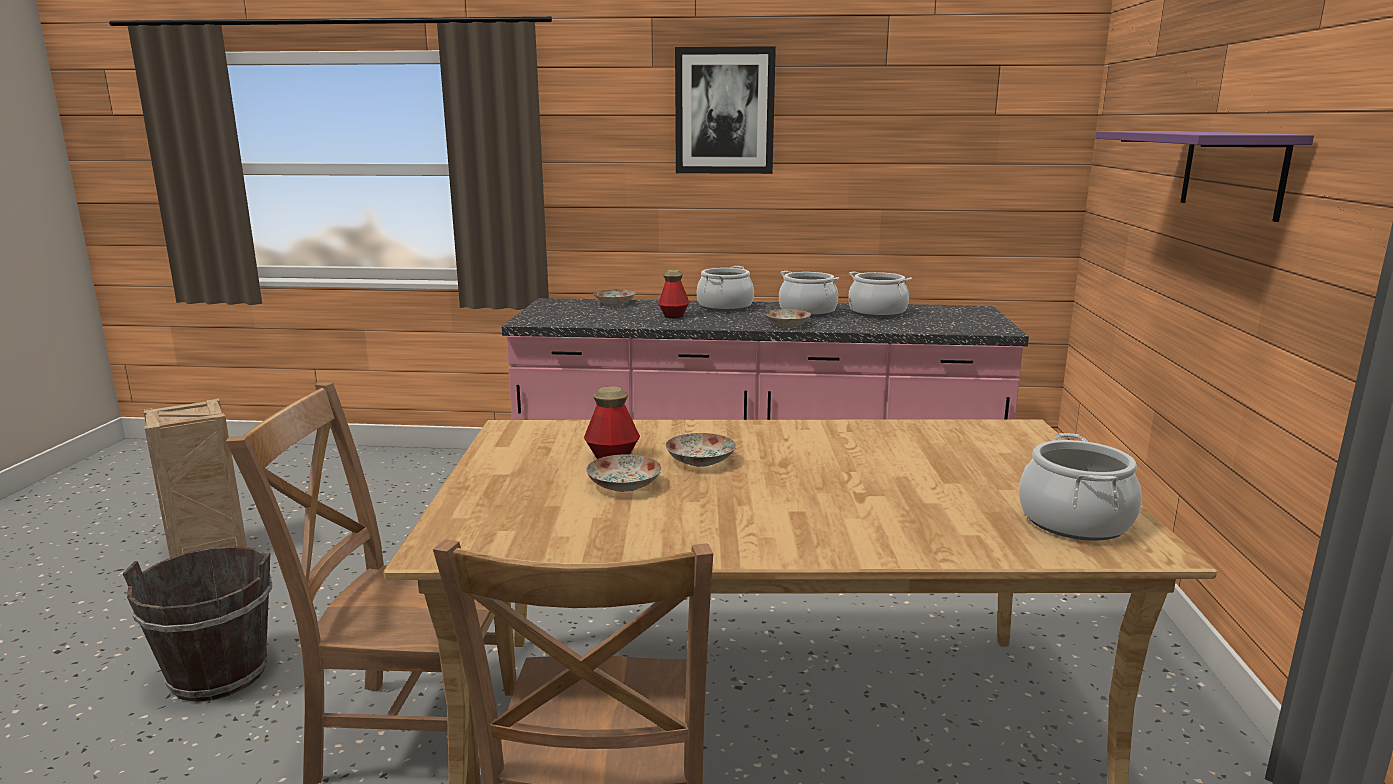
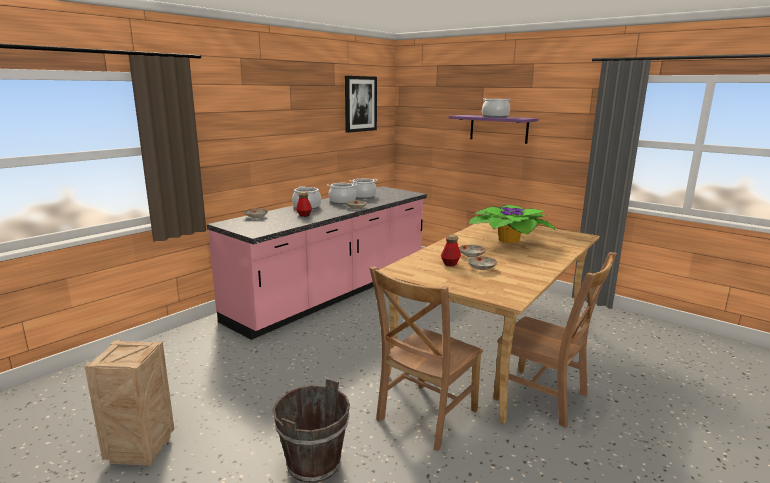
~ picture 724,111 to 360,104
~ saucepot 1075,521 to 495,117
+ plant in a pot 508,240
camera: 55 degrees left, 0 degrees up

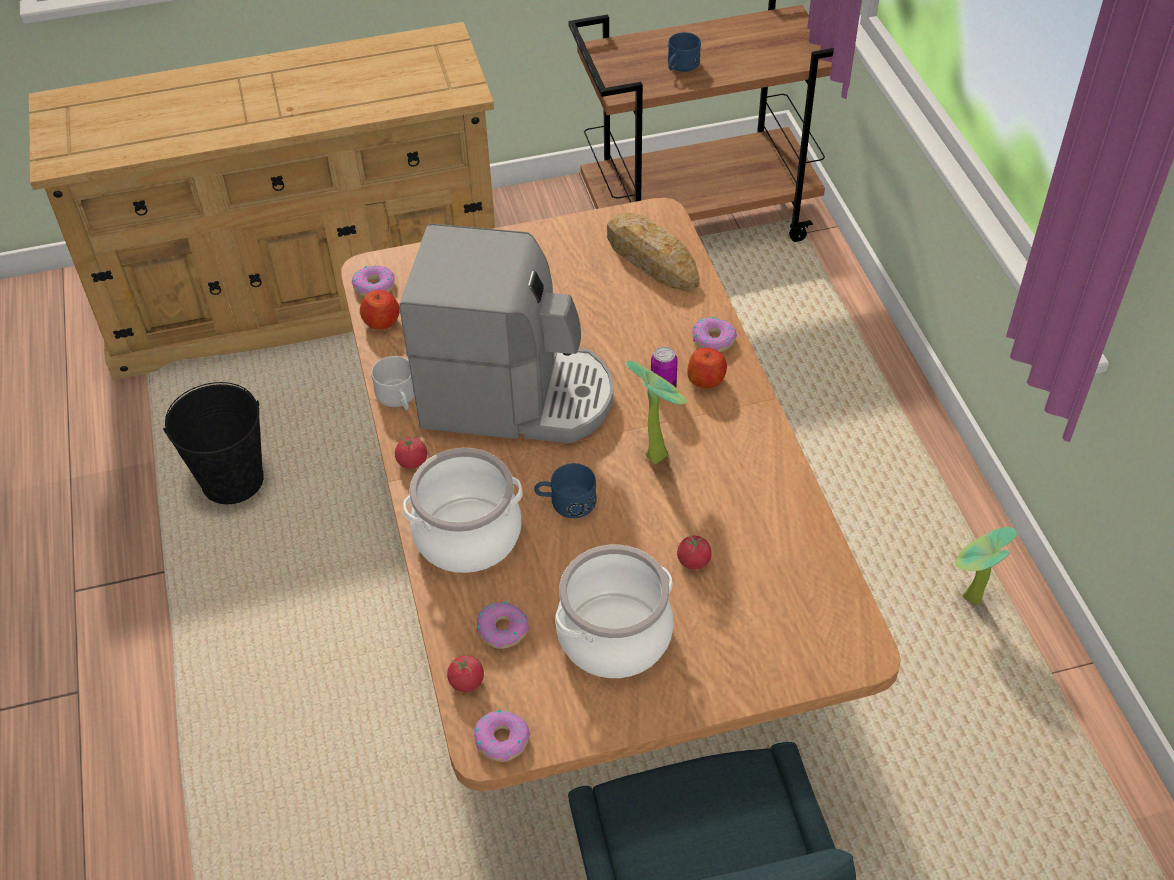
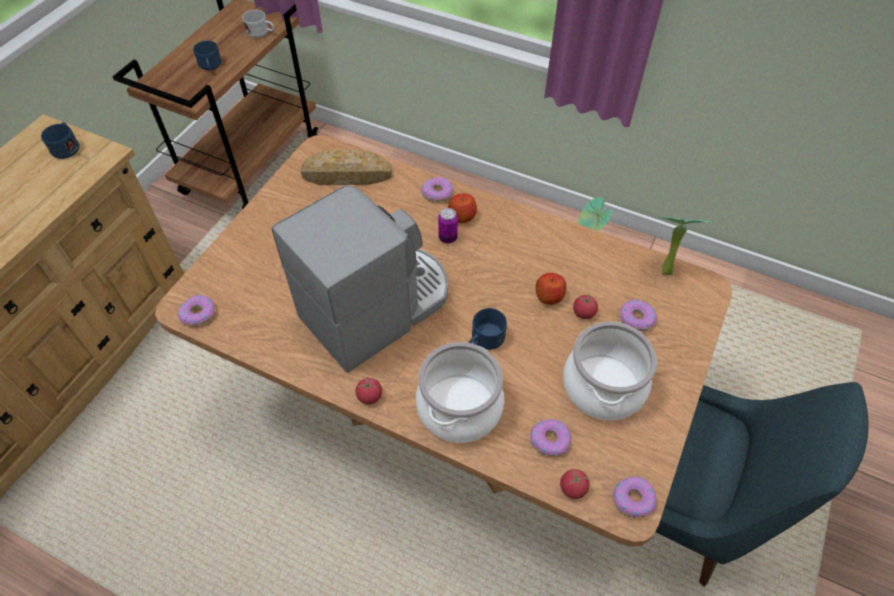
- pail (black-coloured) 233,481
~ apple 382,321 to 549,296
~ mug (white) 399,399 to 261,33
~ plant in a pot 657,452 to 663,268
+ mug (bluish) 67,146
+ doughnut 636,319
camera: 50 degrees left, 5 degrees up

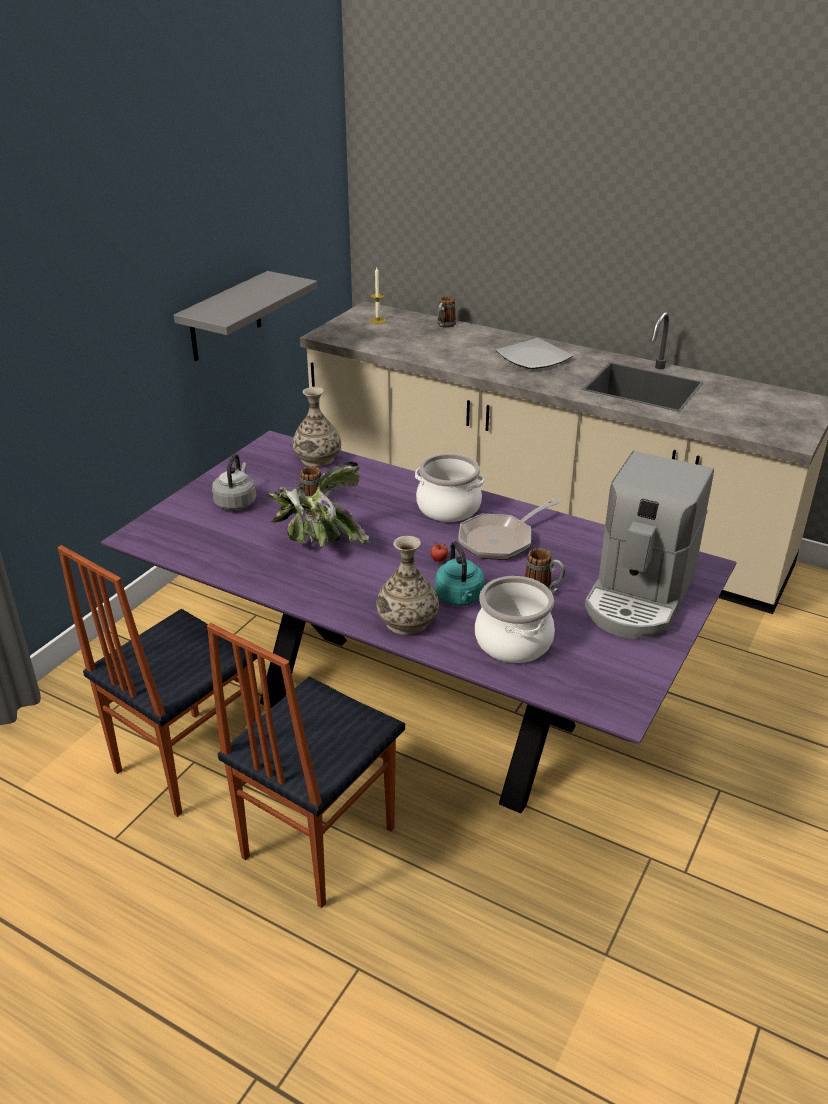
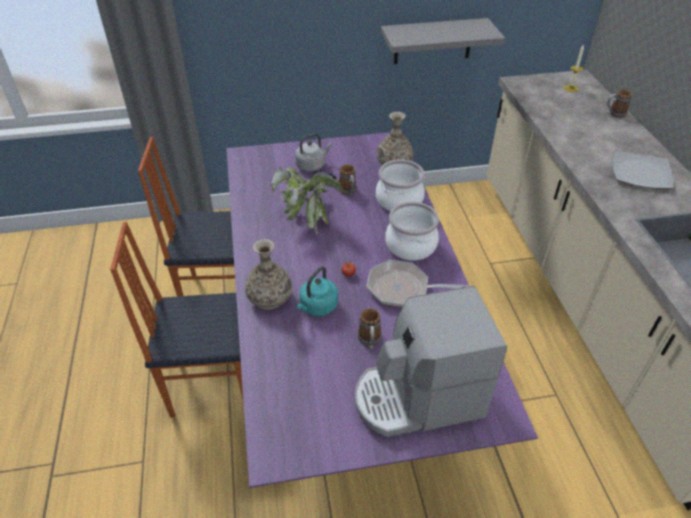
~ saucepot 514,642 to 399,200
camera: 50 degrees right, 10 degrees up

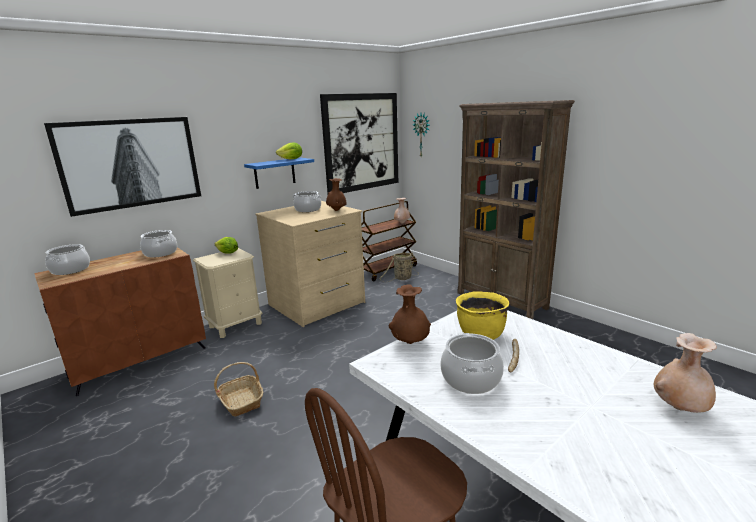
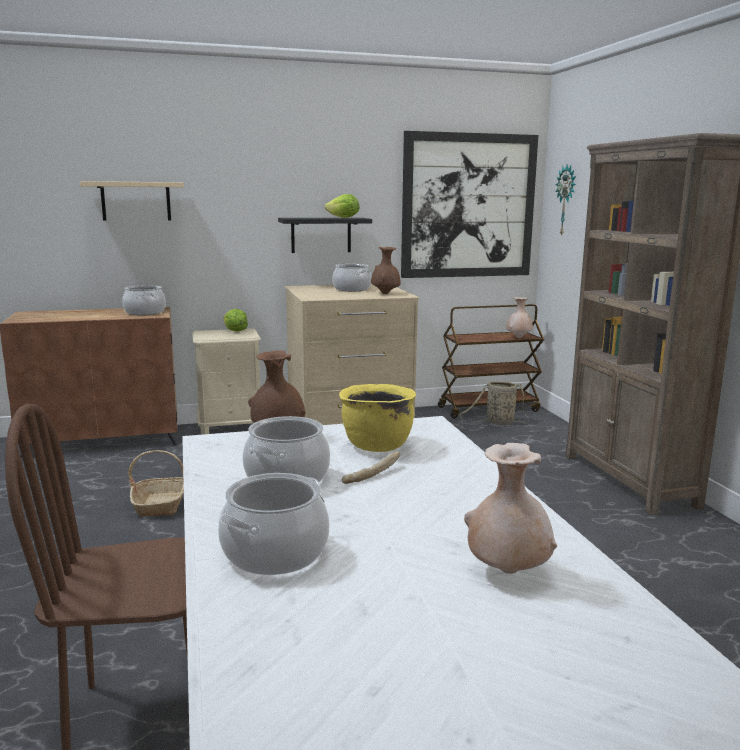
~ picture 131,163 to shelf (beige-coloured) 136,201
~ saucepot 70,270 to 275,553
~ shelf (bluish) 274,173 to shelf (black-coloured) 321,235
camera: 25 degrees right, 5 degrees down

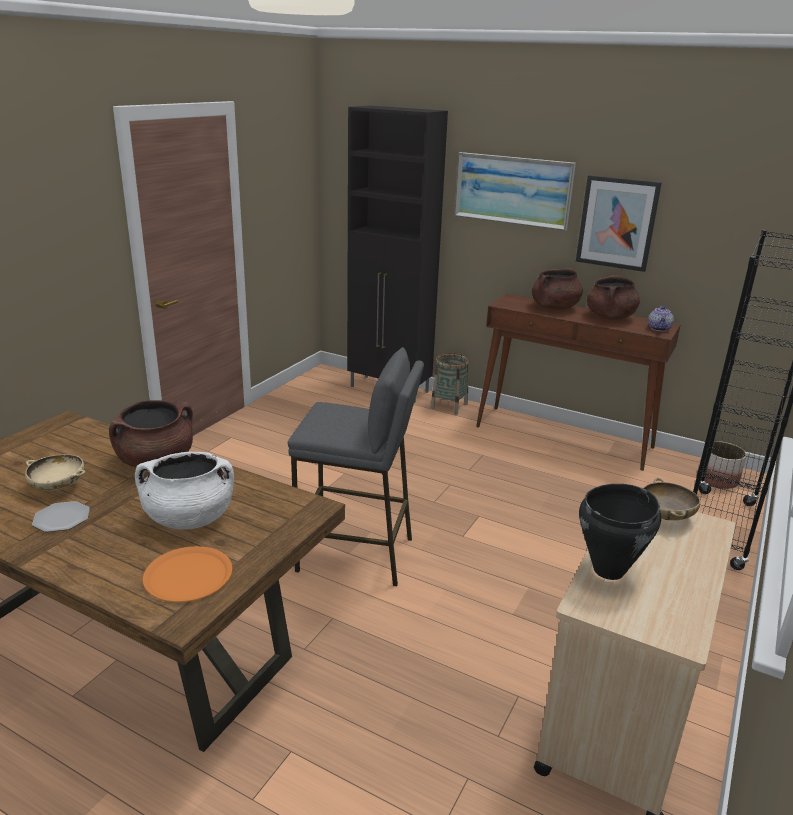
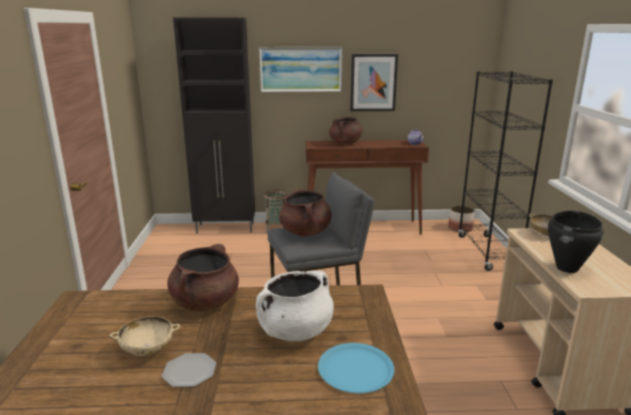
~ flat dish (orangey) 188,575 to flat dish (bluish) 355,369
~ saucepot (brownish) 610,317 to 305,232
camera: 30 degrees left, 5 degrees down

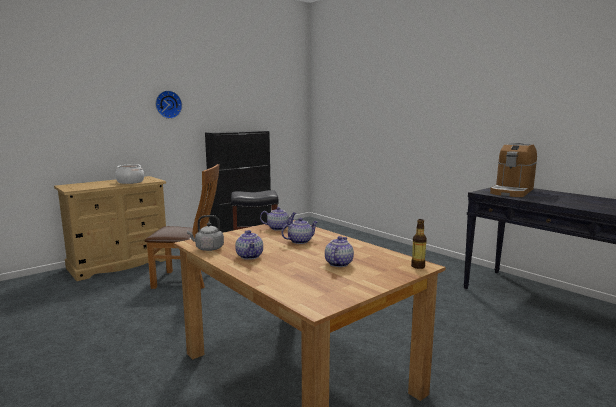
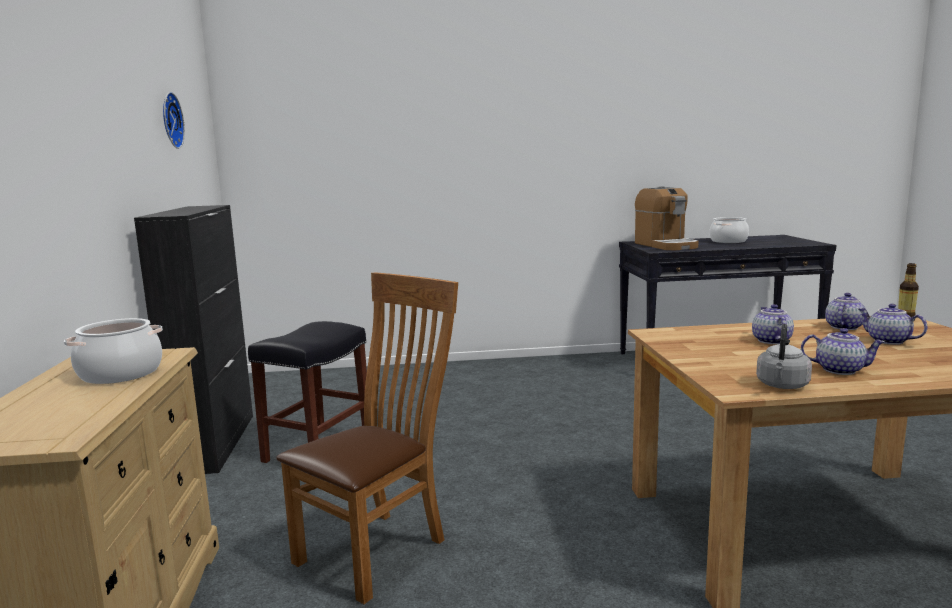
~ hanging clock 168,104 to 169,120
~ pot for tea 278,228 to 843,327
+ saucepot 728,241
camera: 55 degrees left, 0 degrees up

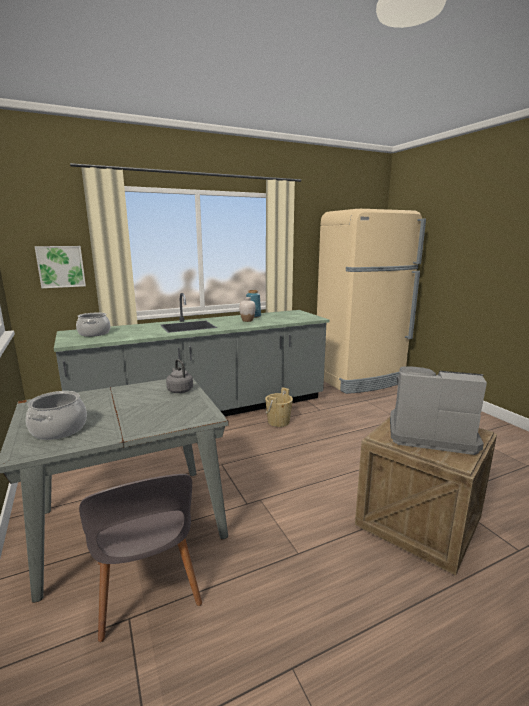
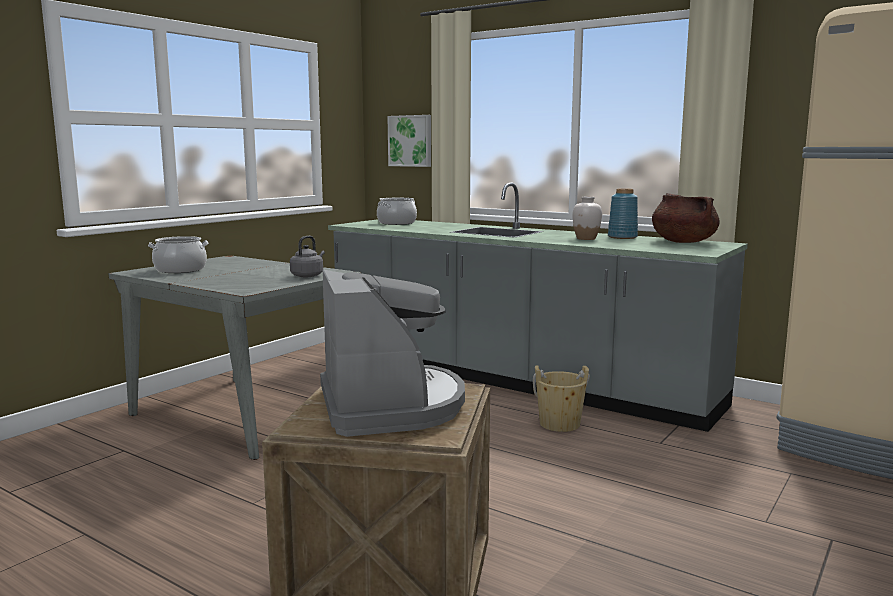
- upright chair (grey) 146,587
+ saucepot (brownish) 683,242
camera: 60 degrees right, 5 degrees down

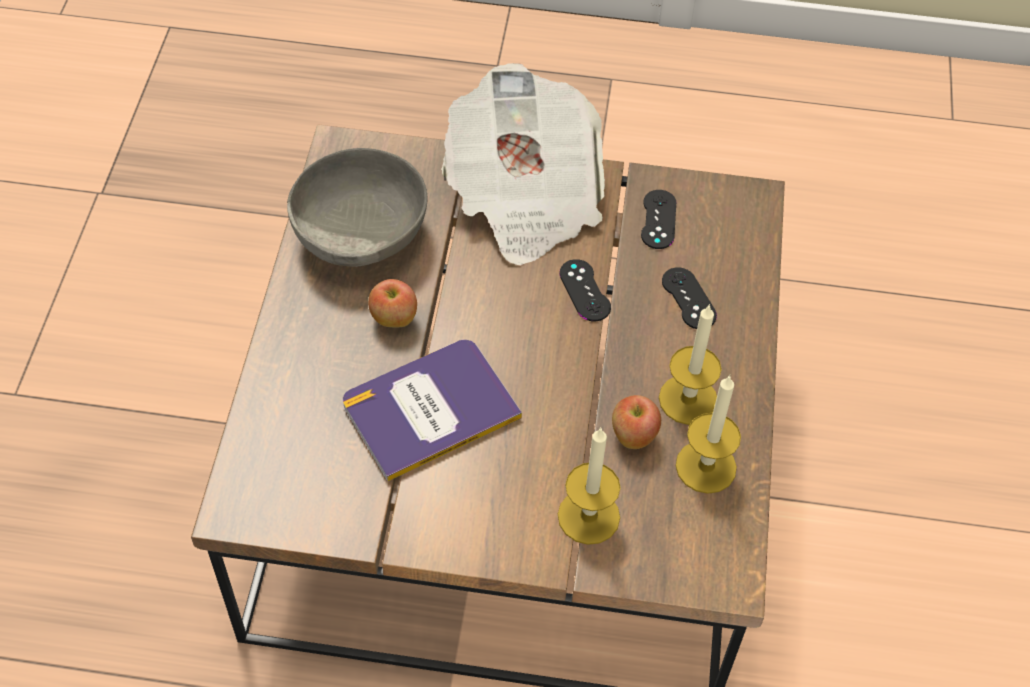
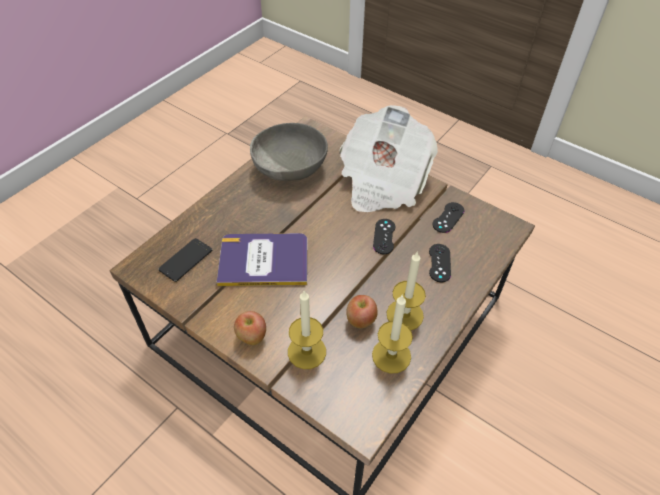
~ apple 394,319 to 251,337
+ phone 186,260
camera: 30 degrees right, 5 degrees down

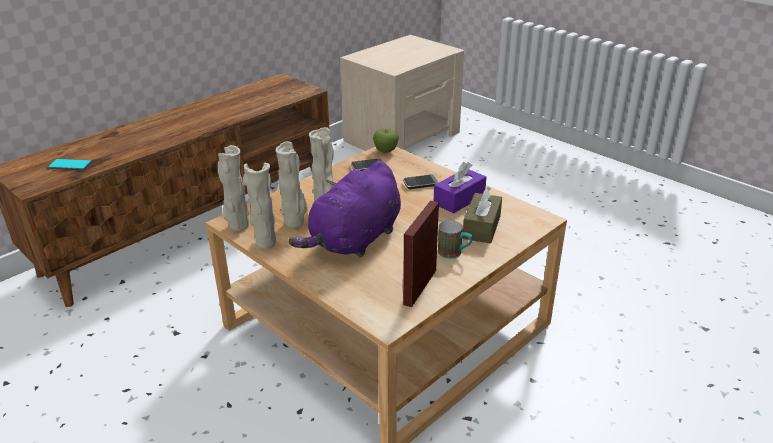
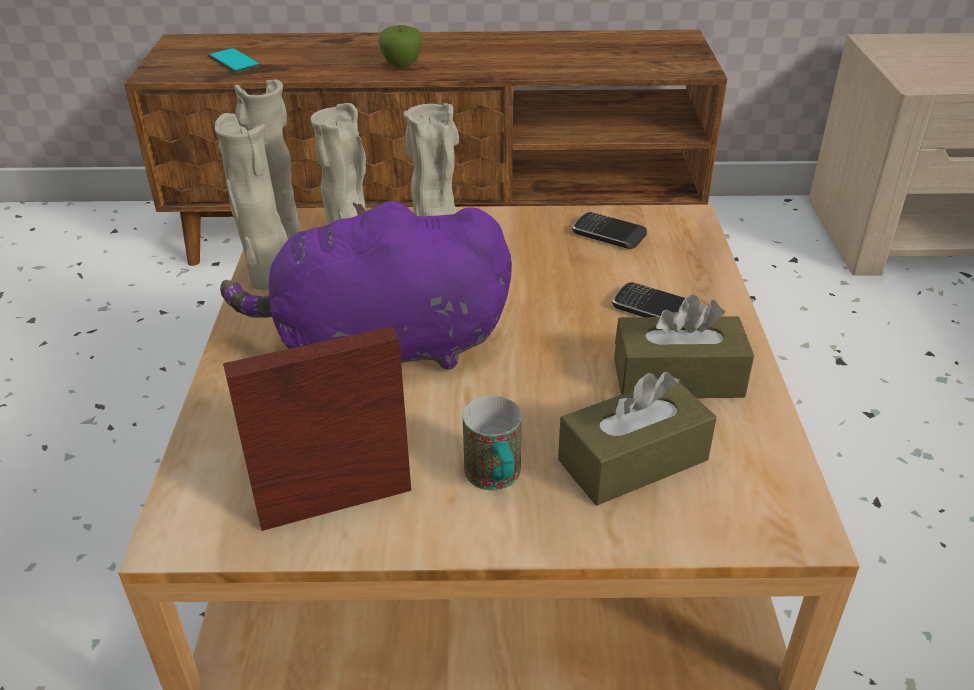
~ apple 385,151 to 402,65
~ box of tissues (purplish) 459,199 to box of tissues (brownish) 677,378
camera: 45 degrees right, 5 degrees up

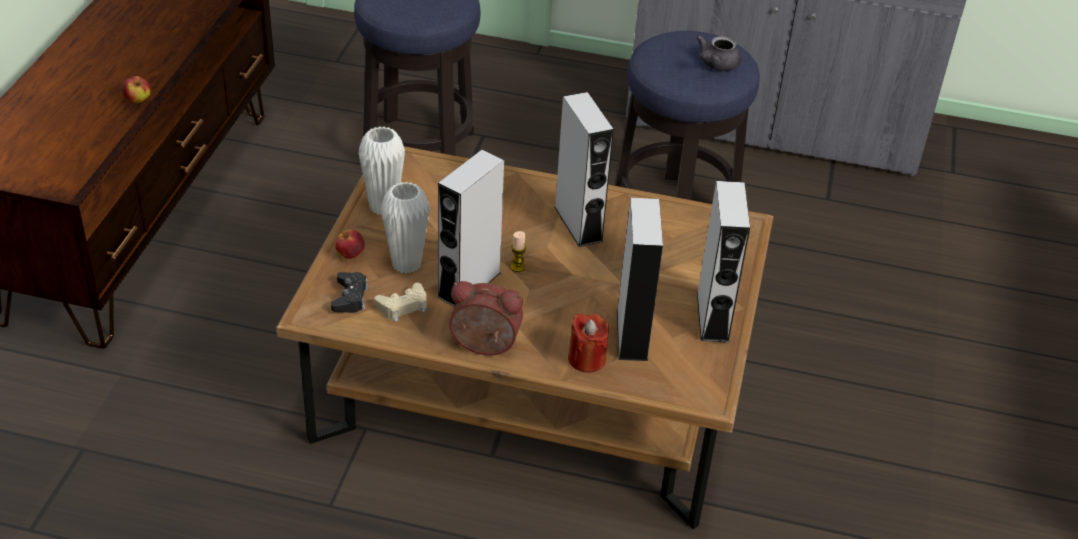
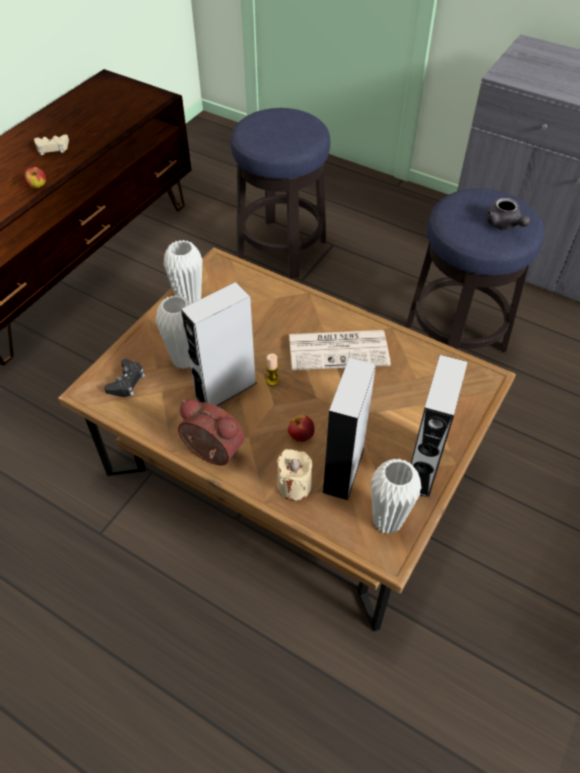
~ apple 350,254 to 301,436
~ gamepad (beige-coloured) 403,306 to 52,148
~ audio speaker (grey) 578,224 to daily paper 339,349
~ candle (red) 586,359 to candle (beige-coloured) 294,486
~ pot for tea (grey) 716,65 = 504,225 75 degrees counterclockwise
+ decorative vase (white) 387,521
camera: 20 degrees right, 10 degrees up

